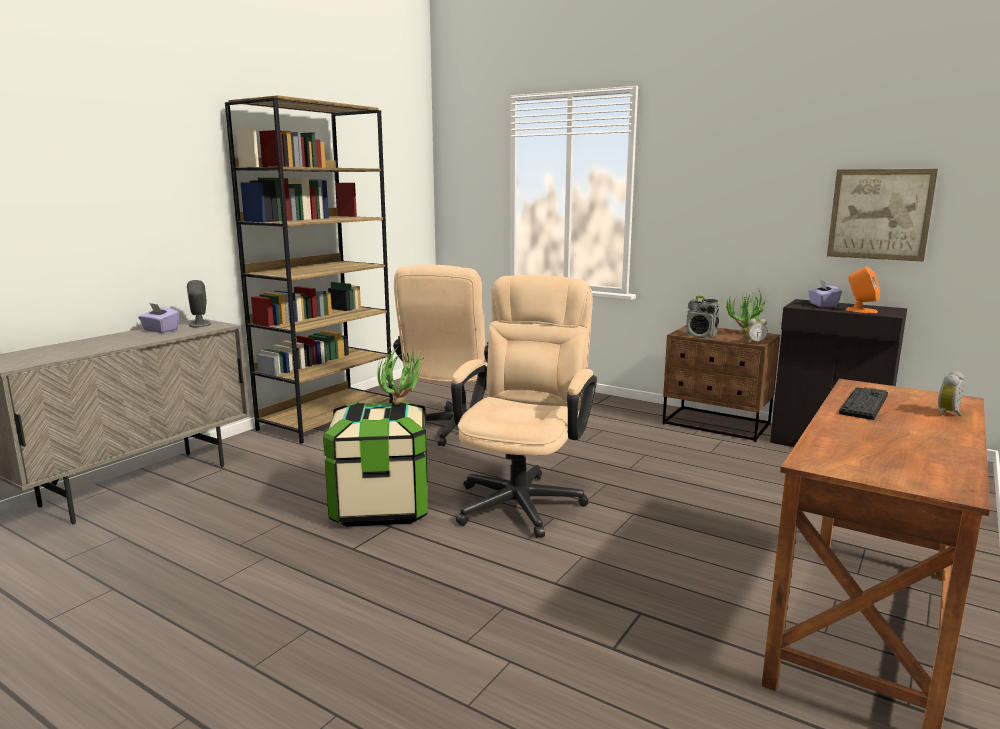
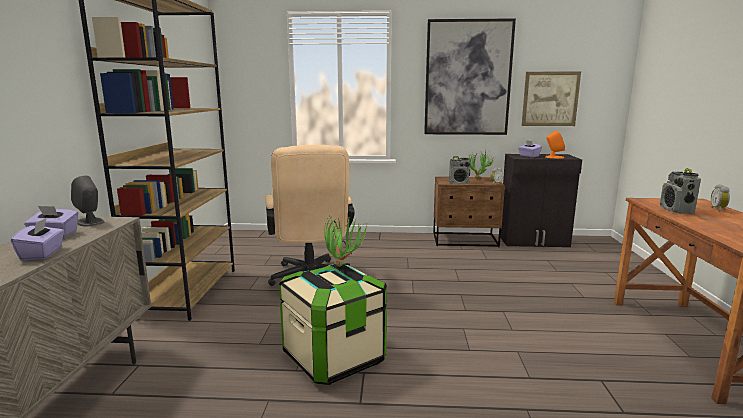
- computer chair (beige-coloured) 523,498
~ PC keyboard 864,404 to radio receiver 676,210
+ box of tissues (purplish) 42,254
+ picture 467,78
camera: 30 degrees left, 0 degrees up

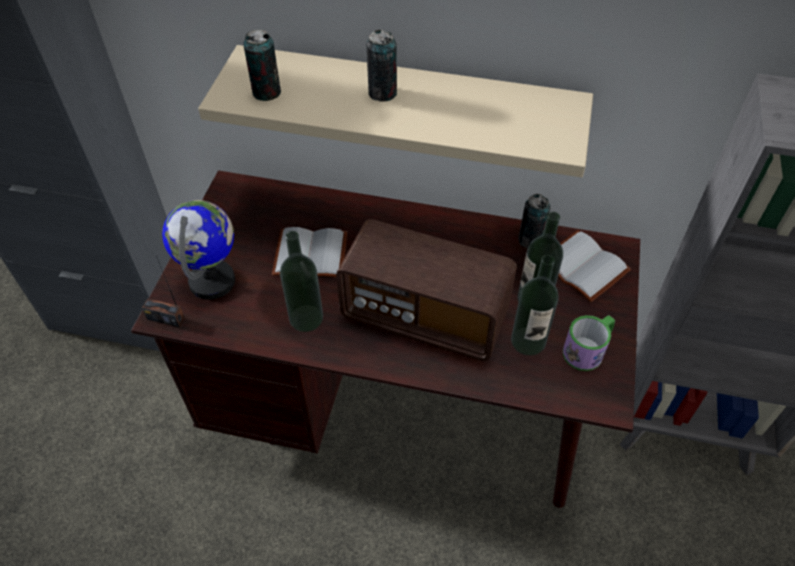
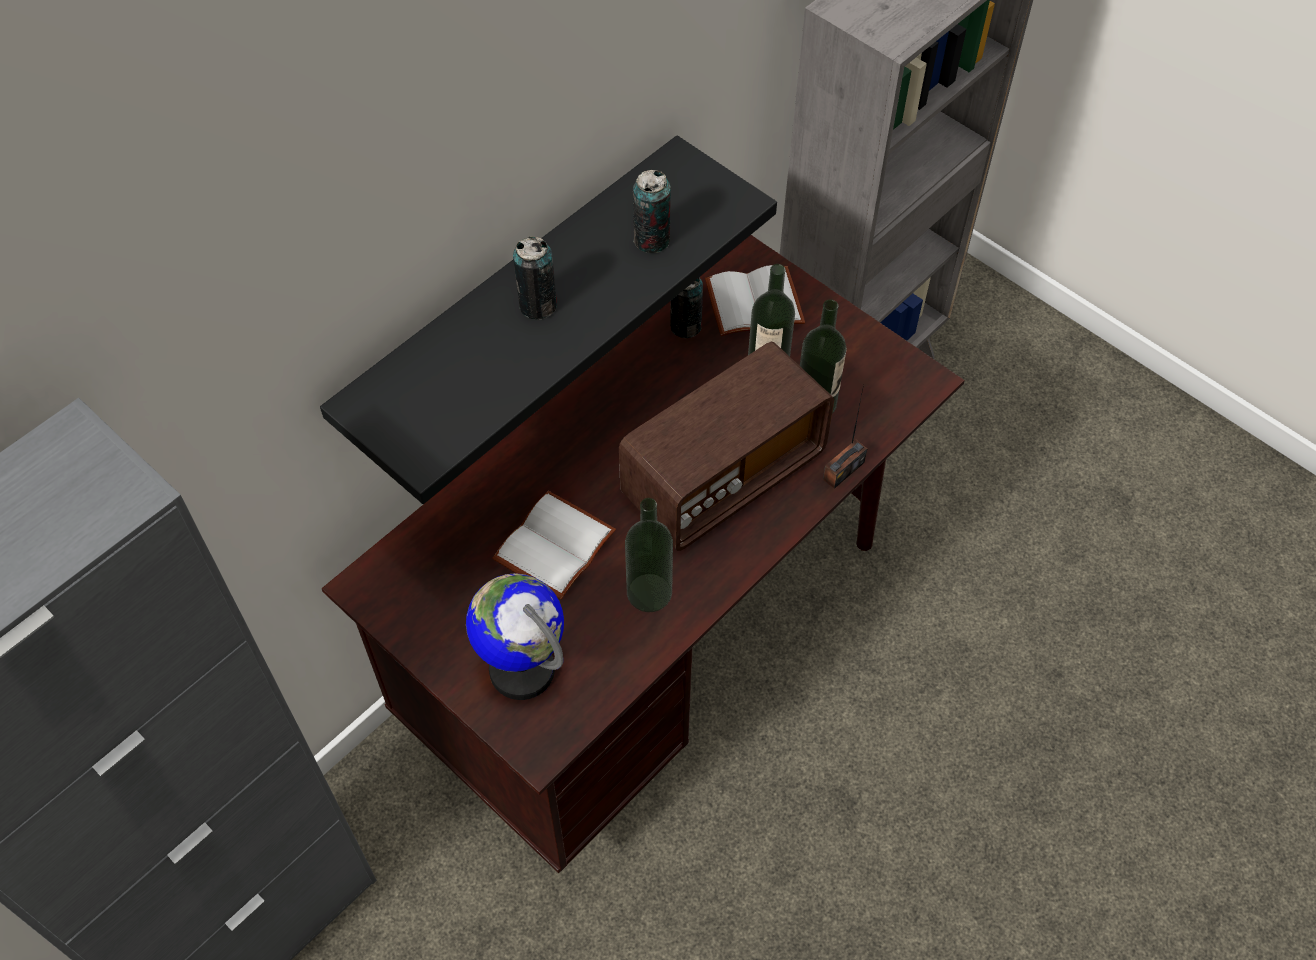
~ radio receiver 166,318 to 843,470
~ shelf (beige-coloured) 408,105 to shelf (black-coloured) 515,302
~ can 266,92 to 651,240
- mug 588,349
camera: 60 degrees left, 5 degrees up

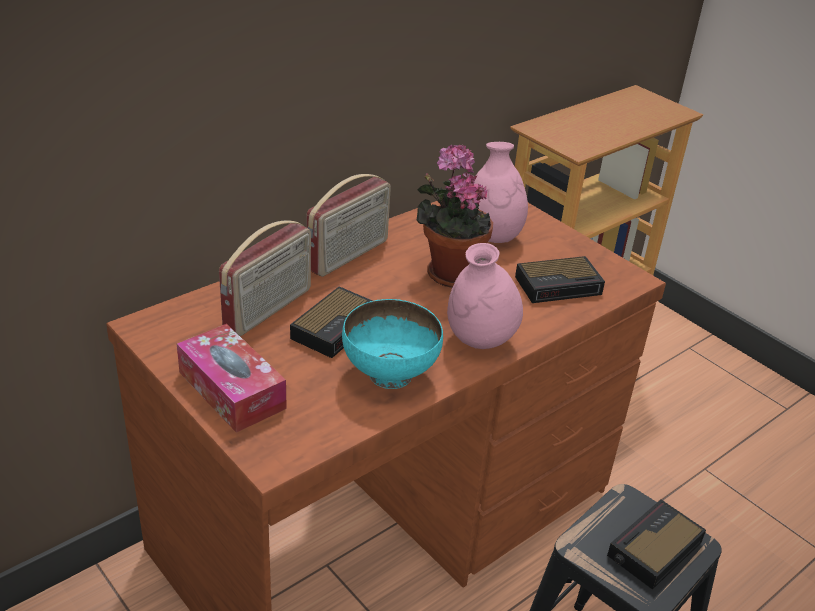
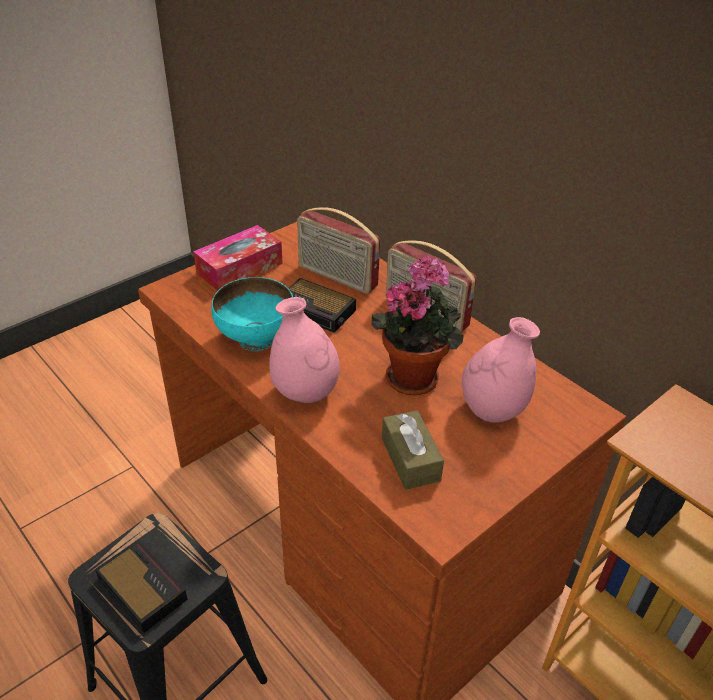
~ alarm clock 560,285 to box of tissues (brownish) 410,459
camera: 90 degrees right, 5 degrees up

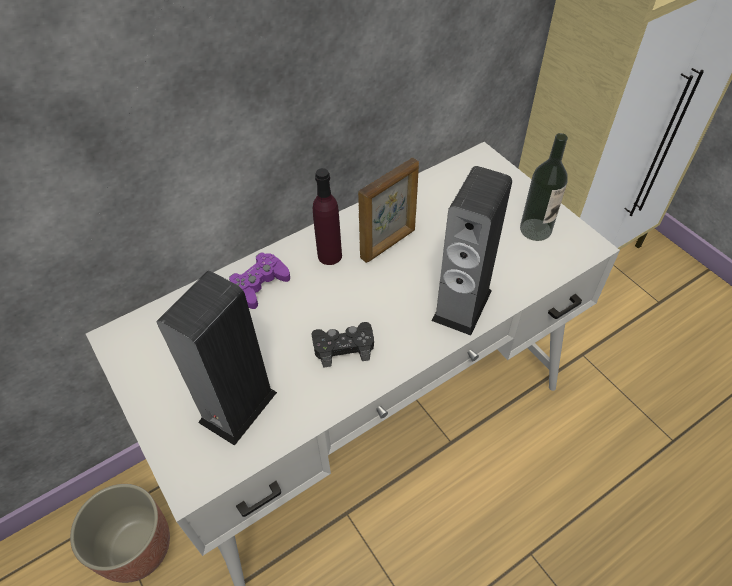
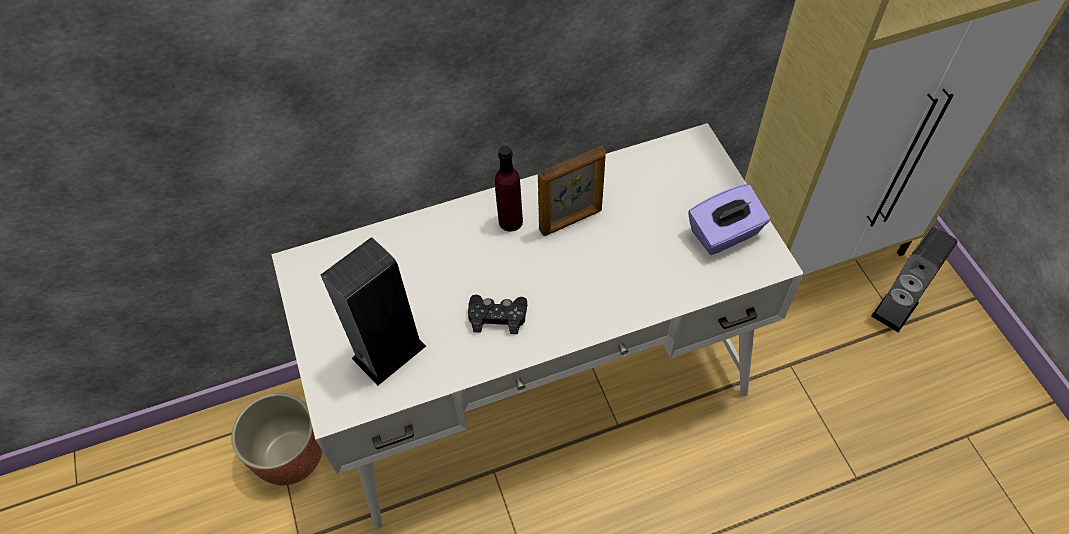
- gamepad (purplish) 260,284
~ audio speaker 462,305 to 895,309
~ beverage bottle 535,229 to box of tissues (purplish) 724,234
camera: 15 degrees right, 5 degrees up

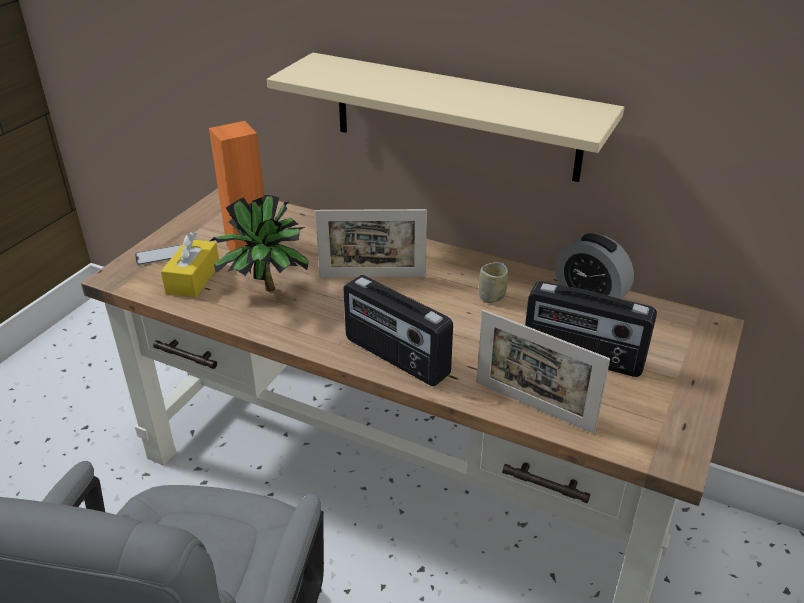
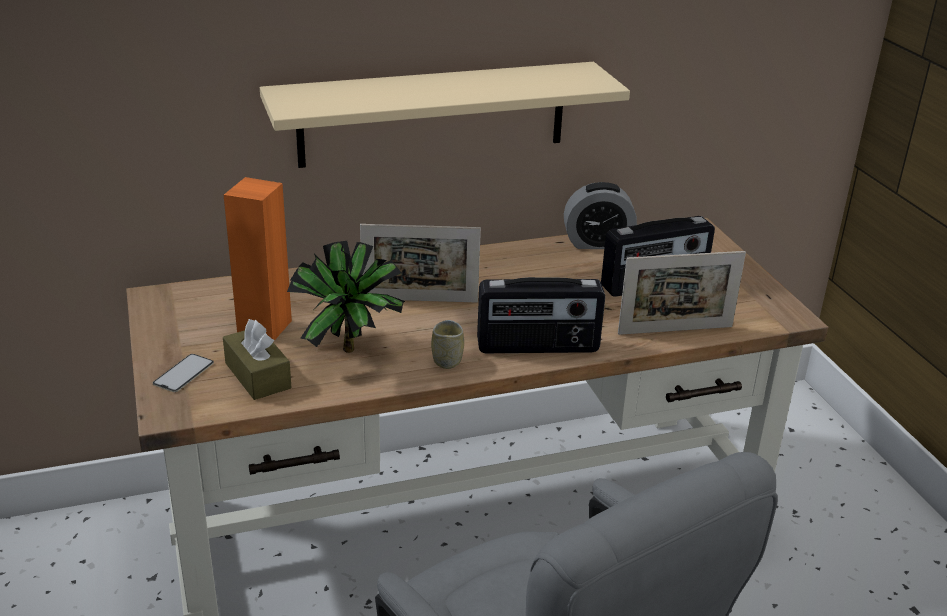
~ box of tissues (yellowish) 193,278 to box of tissues (brownish) 258,375
~ picture frame 372,276 = 420,300 45 degrees clockwise
~ drinking cup 491,297 to 447,361
camera: 45 degrees left, 5 degrees down

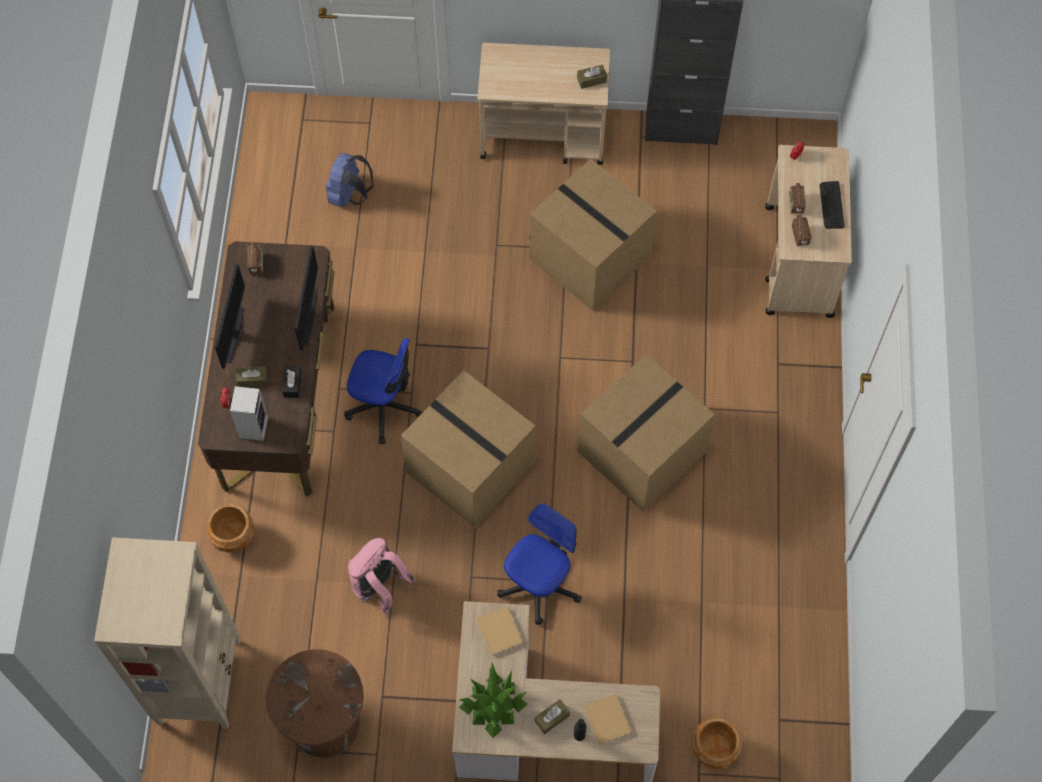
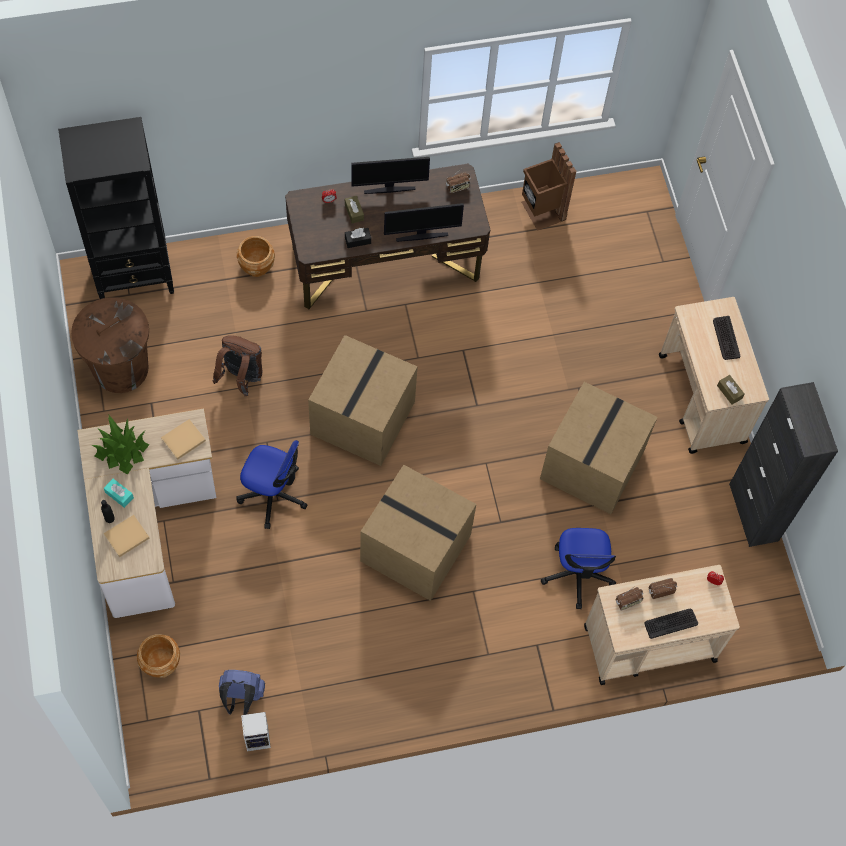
~ bookshelf (beige-coloured) 200,681 to bookshelf (black-coloured) 135,276
~ audio speaker 253,426 to 258,738
~ knapsack (bluish) 350,195 to 241,697
~ computer chair 384,406 to 577,574
~ knapsack (pink) 379,587 to knapsack (brownish) 241,378
~ box of tissues (brownish) 552,718 to box of tissues (blue-green) 119,495
+ waste bin (brownish) 541,211
+ PC keyboard 726,338
camera: 70 degrees right, 0 degrees up

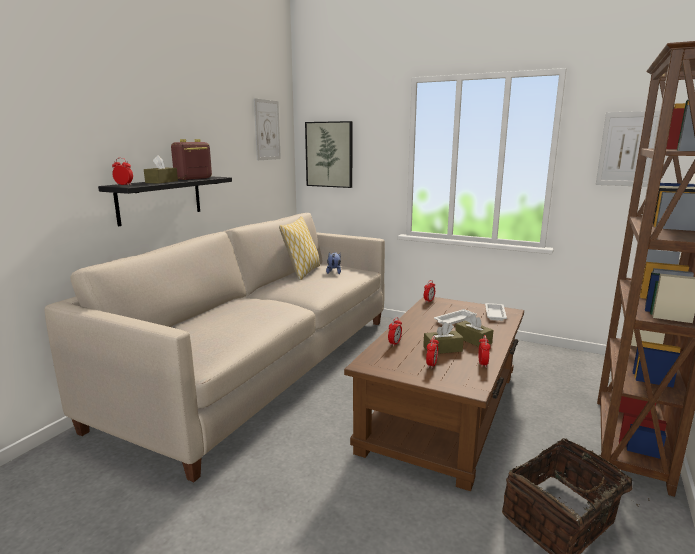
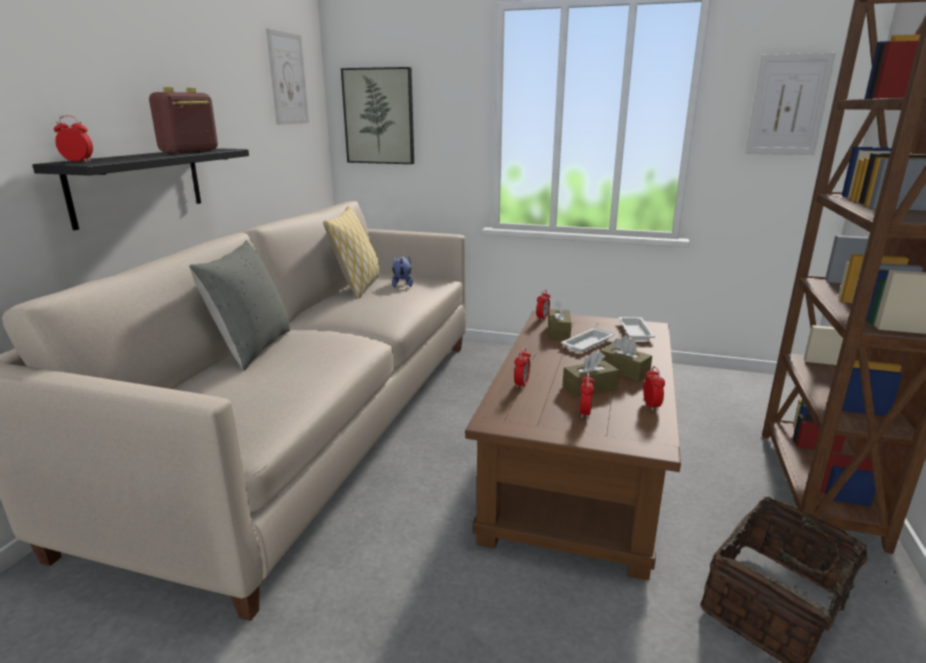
~ box of tissues (brownish) 162,182 to 558,331
+ pillow (grey) 252,348
camera: 10 degrees left, 5 degrees up

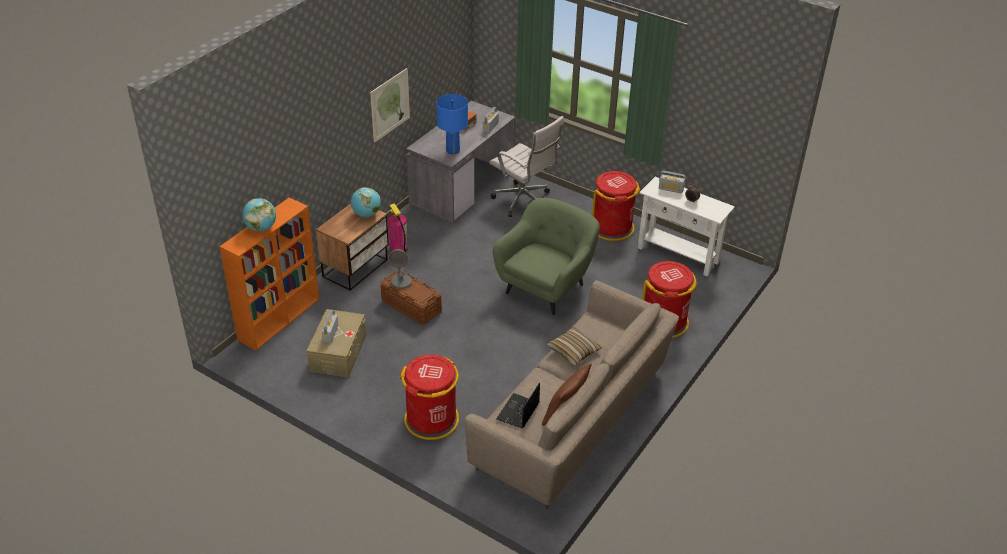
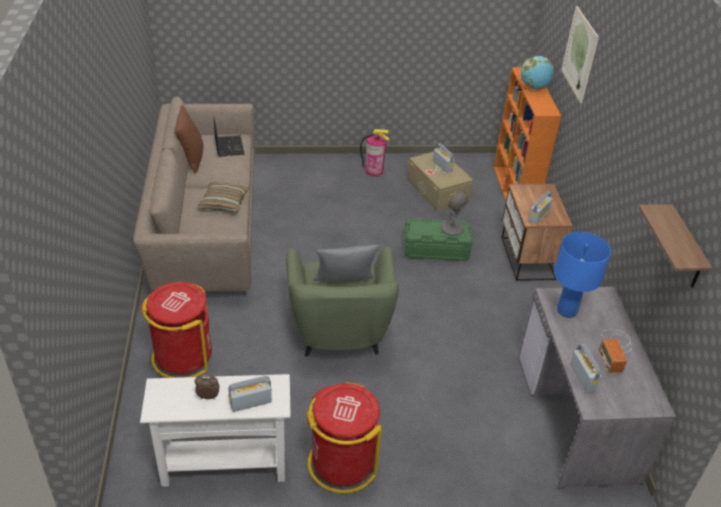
~ desk globe 366,214 to radio receiver 539,216
~ picture 390,105 to 579,54
~ storage box (brownish) 411,306 to storage box (greenish) 435,250
~ fire extinguisher 398,248 to 374,171
- waste bin (red) 432,420
- computer chair (white) 524,202
+ pillow (grey) 344,285
+ shelf 685,249
camera: 140 degrees right, 0 degrees up

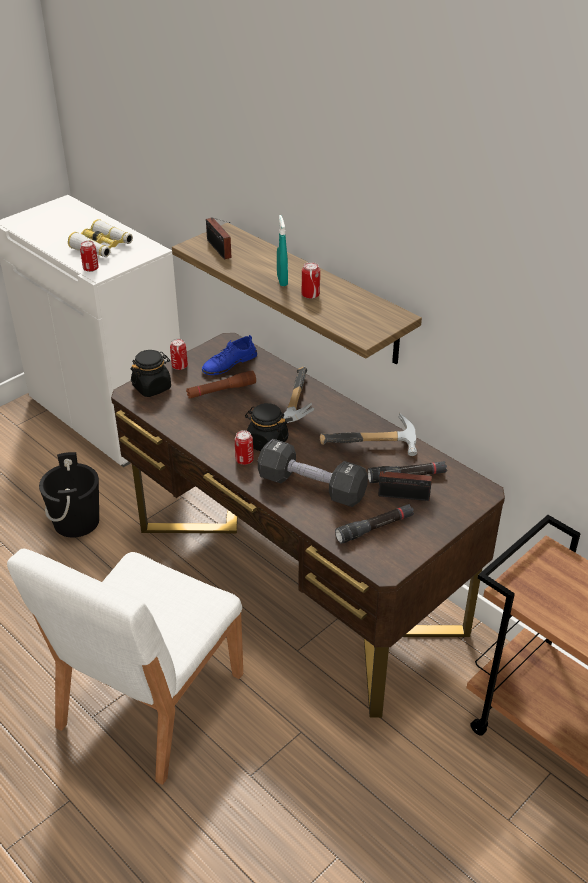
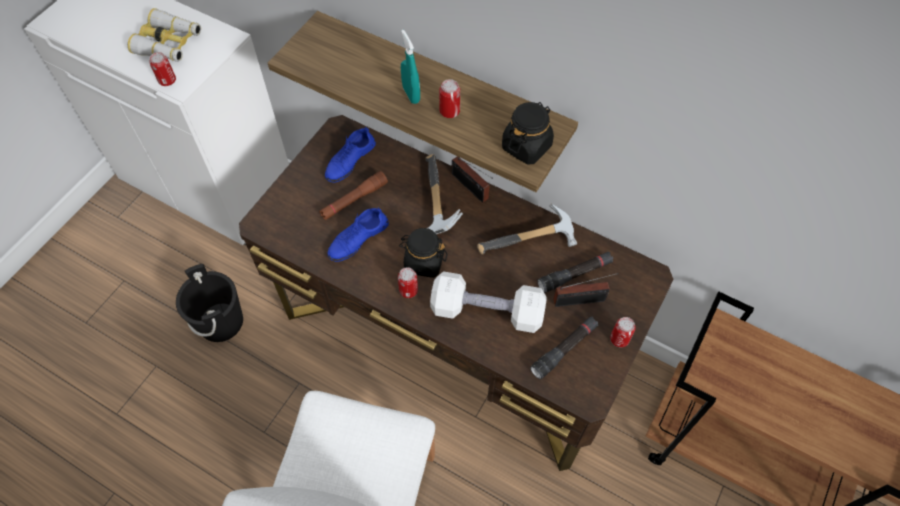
~ jar (black-coloured) 152,387 to 526,146
~ can 179,366 to 619,339
~ radio receiver 219,250 to 471,188
~ free weight (black-coloured) 311,487 to free weight (white) 487,311
+ shoe (bluish) 358,239
camera: 15 degrees left, 20 degrees up

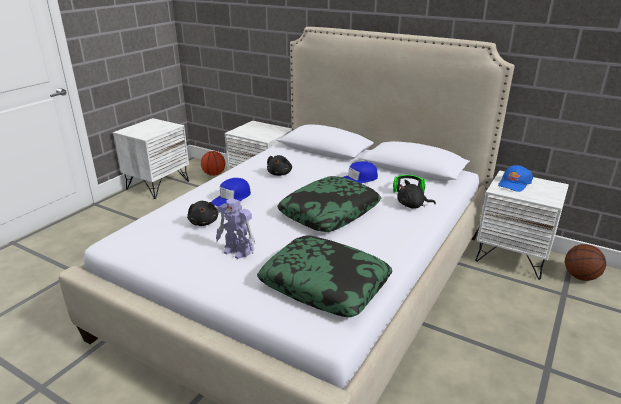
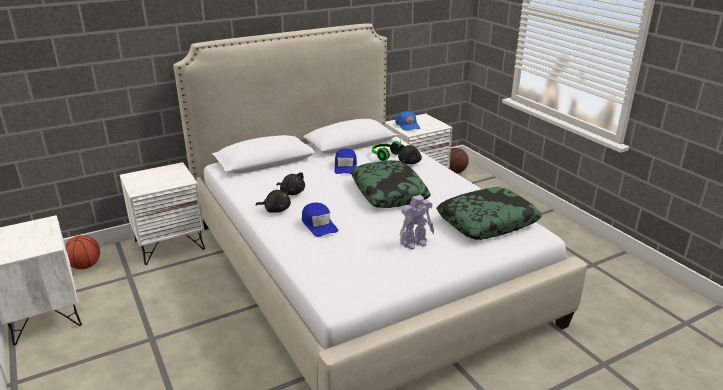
~ plush toy (black-coloured) 204,222 to 276,209
camera: 60 degrees left, 0 degrees up

